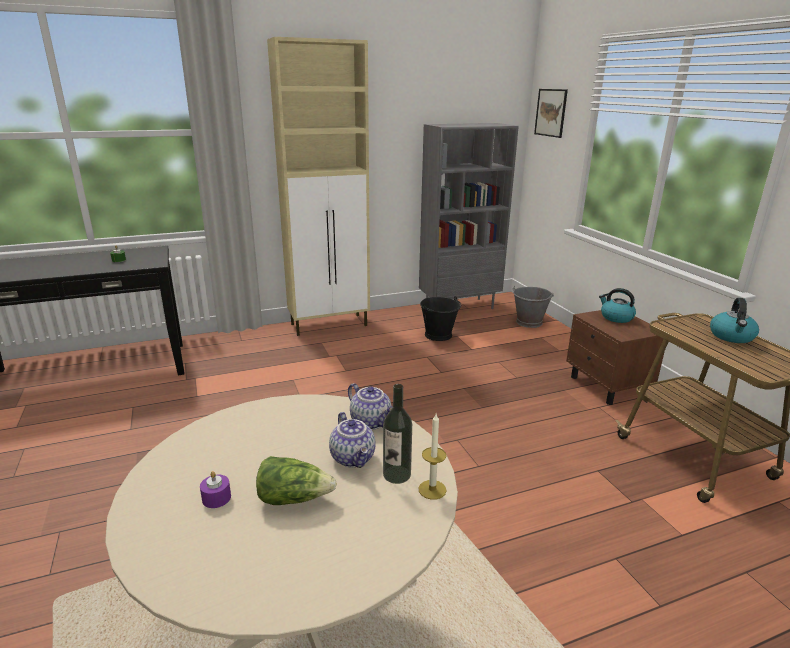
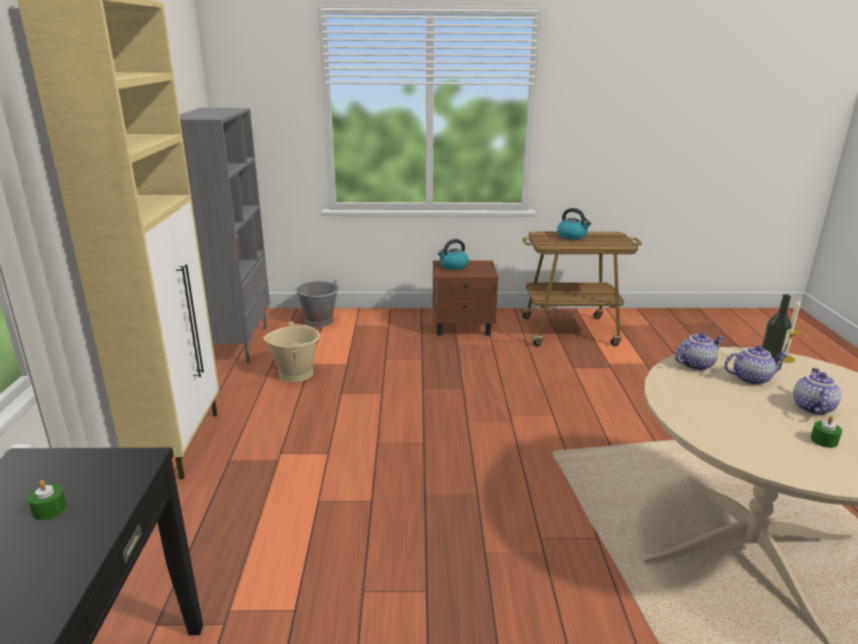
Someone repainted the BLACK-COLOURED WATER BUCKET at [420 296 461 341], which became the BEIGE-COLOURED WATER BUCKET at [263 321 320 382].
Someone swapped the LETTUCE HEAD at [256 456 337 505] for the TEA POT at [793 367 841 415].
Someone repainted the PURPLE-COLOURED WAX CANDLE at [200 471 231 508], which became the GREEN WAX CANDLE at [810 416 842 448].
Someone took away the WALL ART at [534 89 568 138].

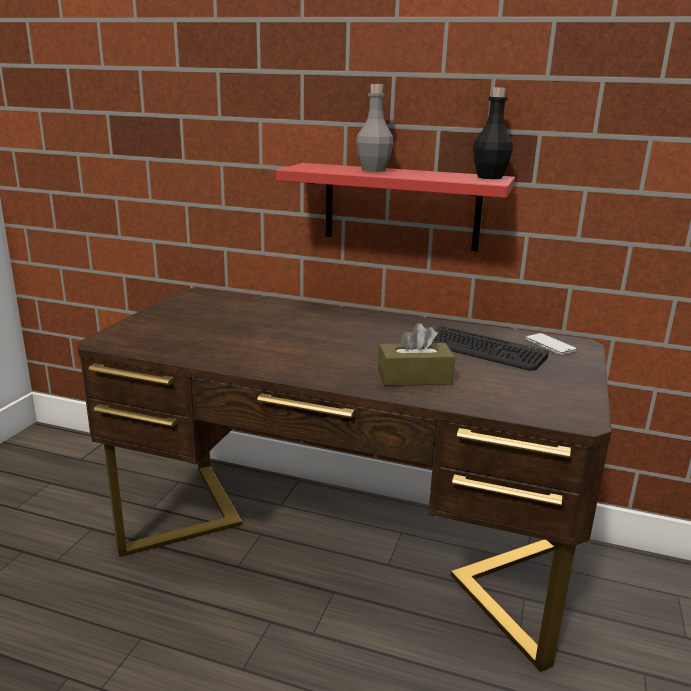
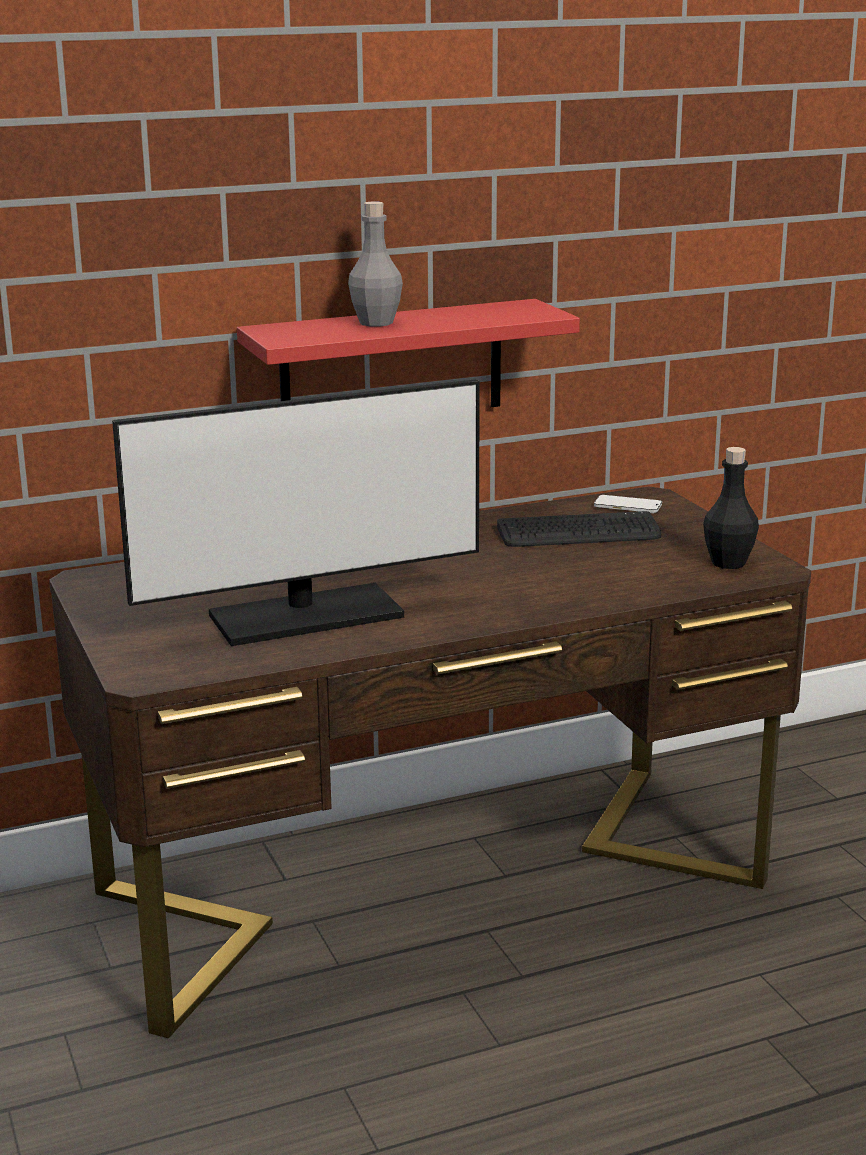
Someone put down the COMPUTER DISPLAY at [112 379 480 646].
Someone carried the BLACK-COLOURED BEVERAGE BOTTLE from [473 87 513 179] to [703 447 759 569].
Someone took away the BROWNISH BOX OF TISSUES at [378 323 455 386].

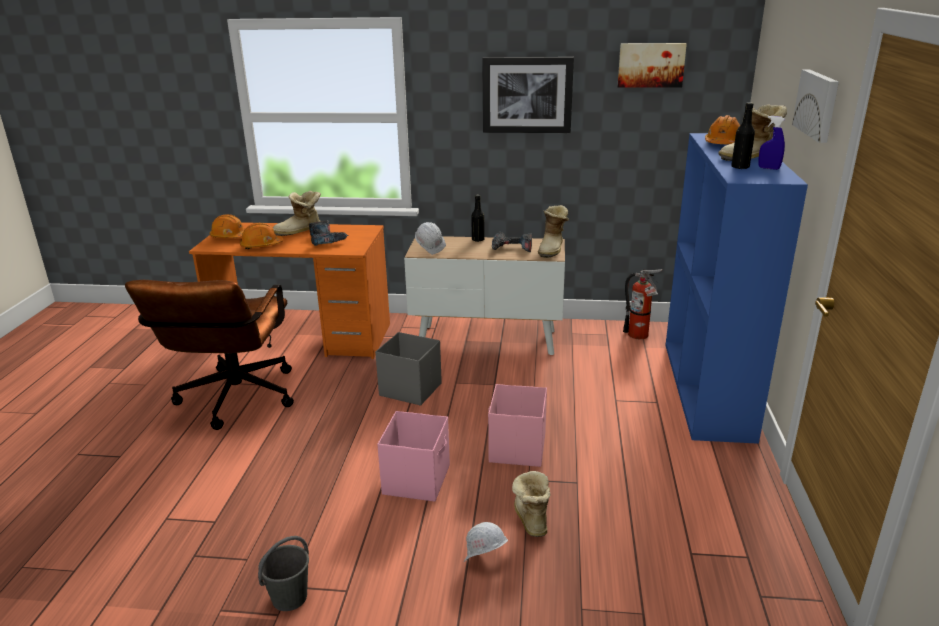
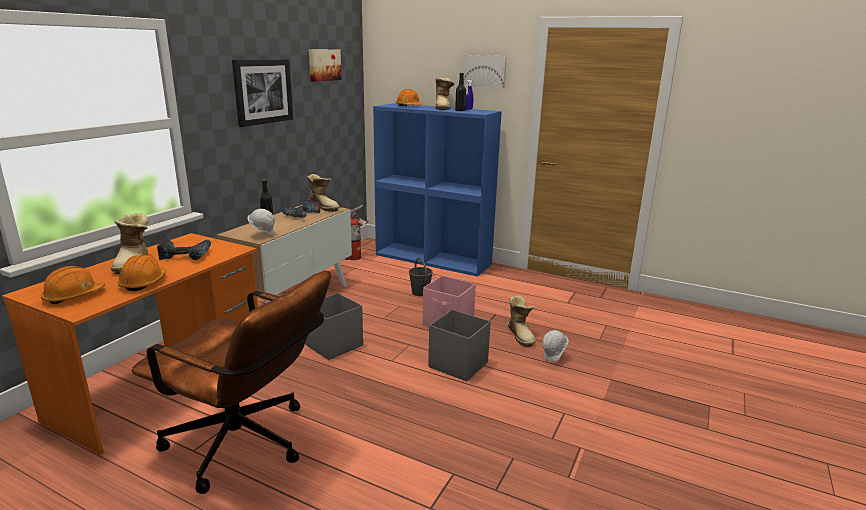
Someone carried the GREY WATER BUCKET from [258 536 309 611] to [409 258 433 296].
Someone repainted the PINKISH STORAGE CONTAINER at [377 411 450 502], which became the GREY STORAGE CONTAINER at [428 309 491 381].
Someone rotated the BOOT at [512 471 550 537] by 120 degrees counterclockwise.

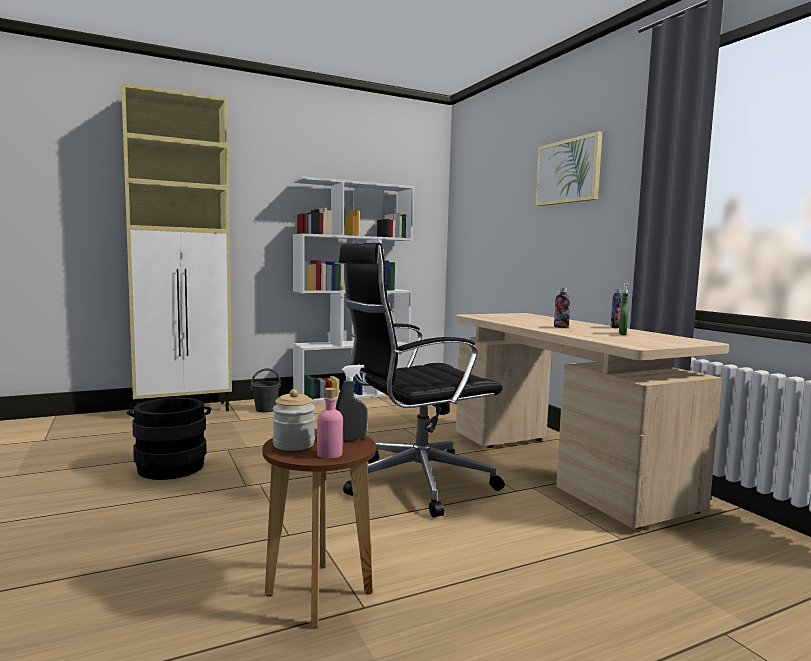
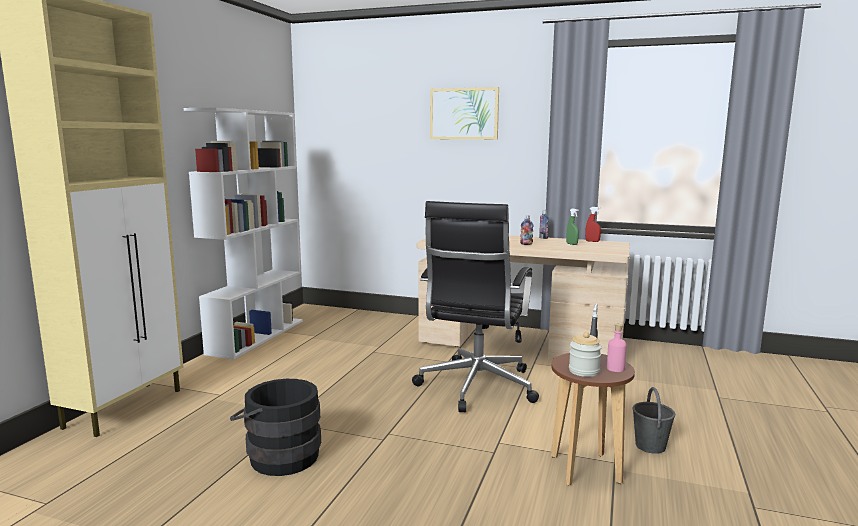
Someone put down the RED-COLOURED SPRAY BOTTLE at [585 207 601 242].
Someone carried the GREY WATER BUCKET from [250 368 281 412] to [632 387 675 454].

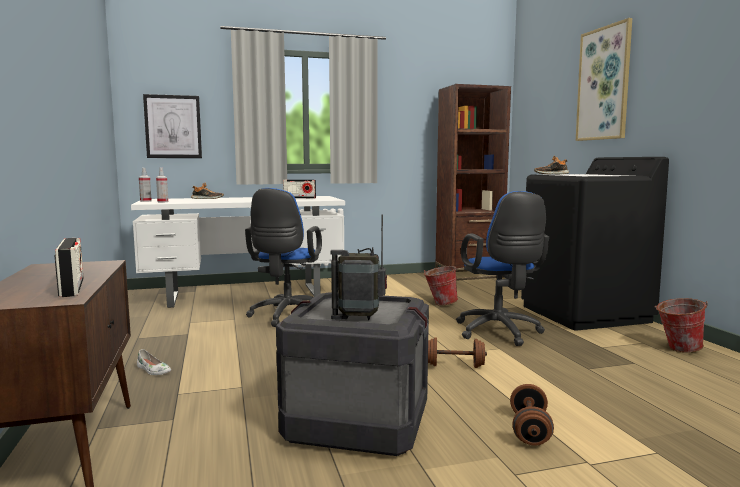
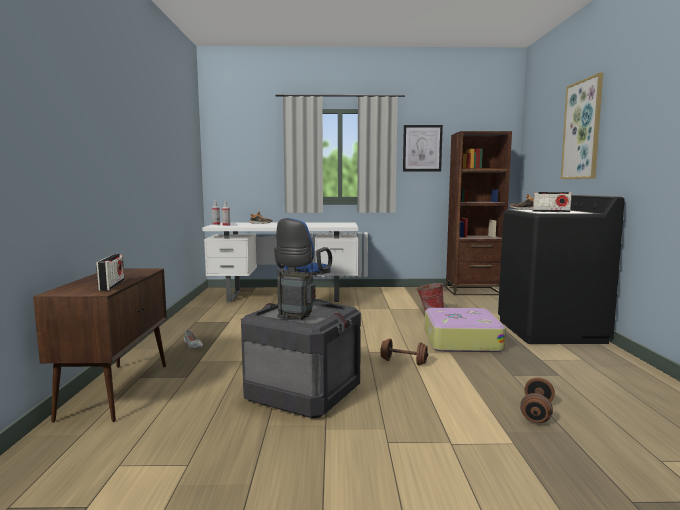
Someone carried the WALL ART from [143 94 202 158] to [403 125 443 172].
Someone swapped the BLUE DESK CHAIR at [456 191 549 346] for the PIECE OF LUGGAGE at [425 308 506 352].
Someone carried the BROWNISH HAND WEIGHT from [510 384 554 446] to [520 378 555 423].
Someone carried the RADIO from [283 180 316 198] to [533 192 572 212].
Someone took away the WATER BUCKET at [655 298 708 353].

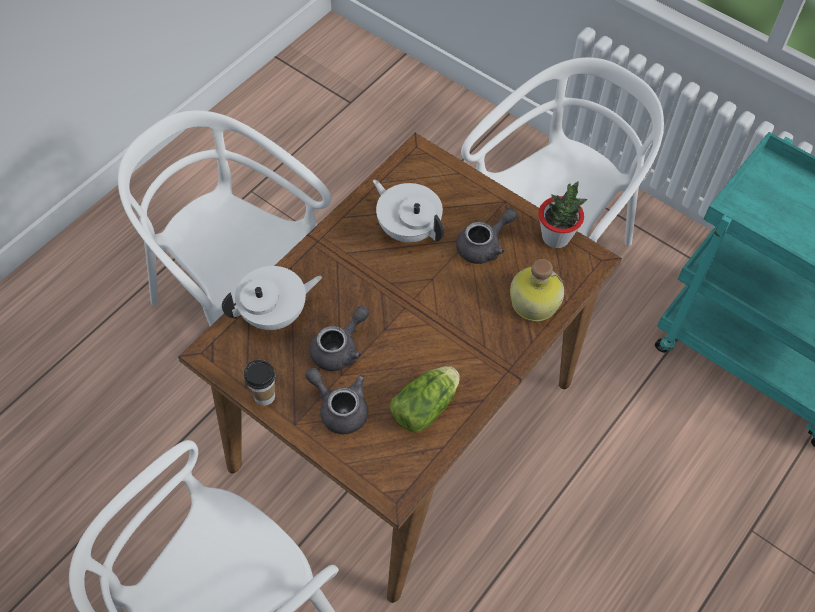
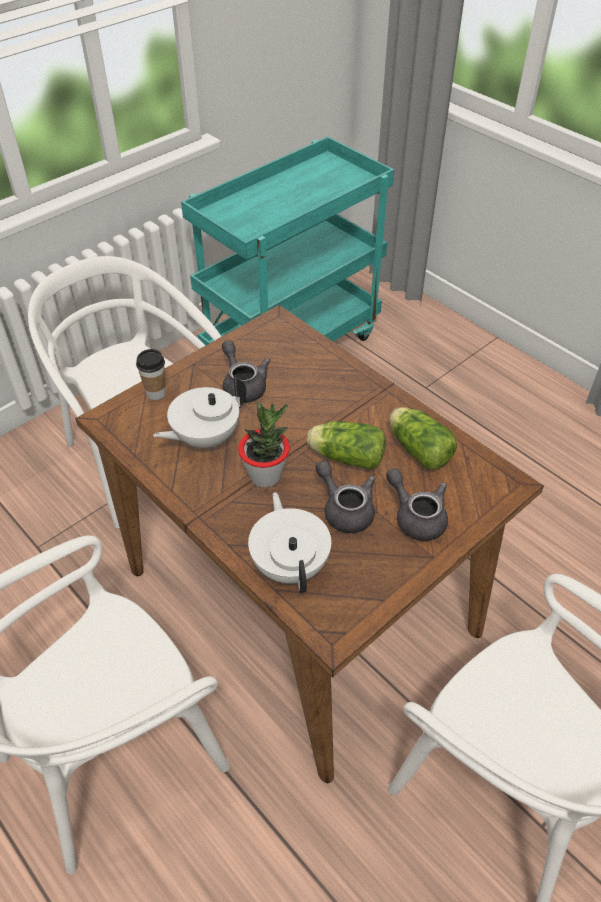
Someone carried the CUP from [244 360 275 406] to [136 349 166 400].
Someone carried the POTTED PLANT from [538 181 588 248] to [238 402 290 488].
Someone put down the LETTUCE HEAD at [307 421 385 470].
Someone rotated the GREY TEA POT at [305 368 368 434] by 90 degrees clockwise.
Someone took away the BEVERAGE BOTTLE at [510 259 564 321].

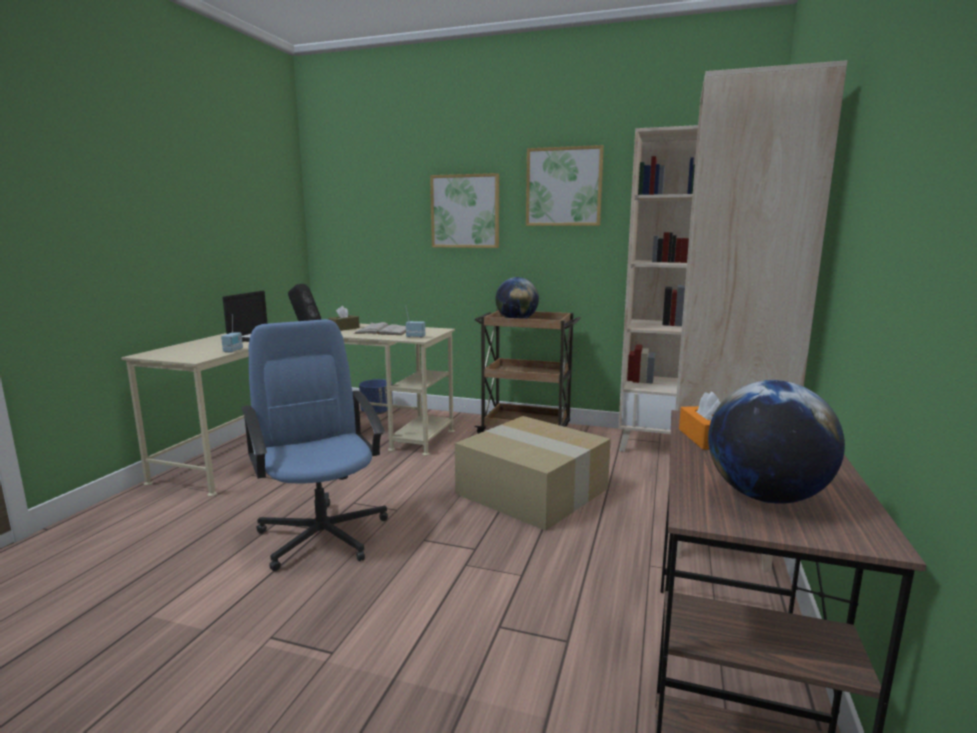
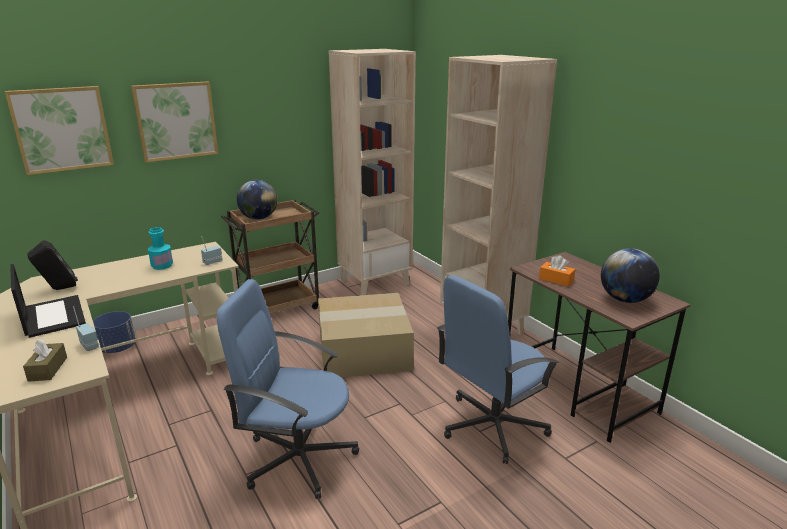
Someone carried the WALL ART from [526 145 604 226] to [5 86 114 175].
Someone carried the BROWNISH BOX OF TISSUES from [328 306 359 331] to [23 339 67 382].
Someone swapped the WHITISH BOOK at [354 322 406 335] for the TURQUOISE-COLOURED BEVERAGE BOTTLE at [148 227 173 270].
Someone put down the BLUE DESK CHAIR at [437 275 559 464].

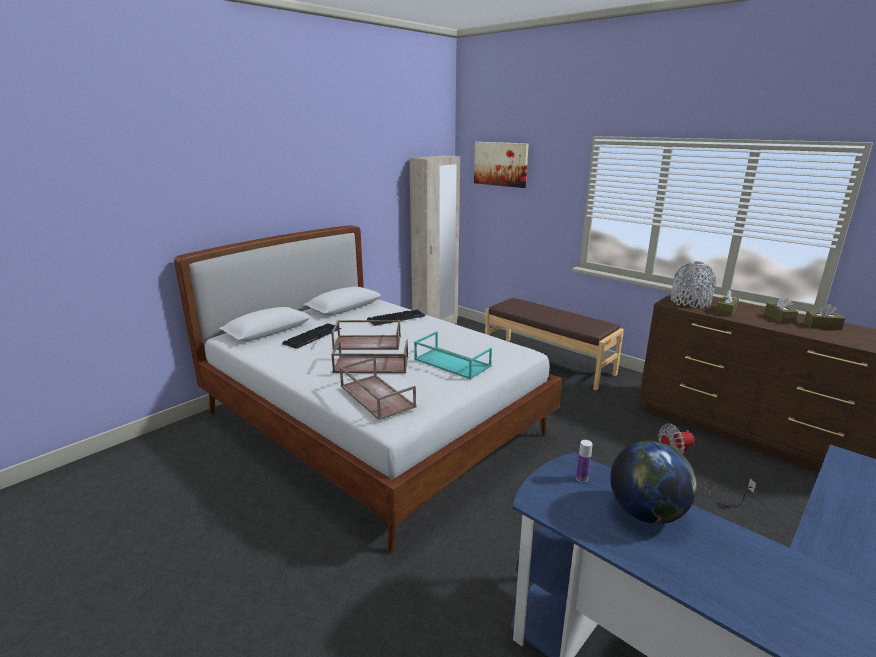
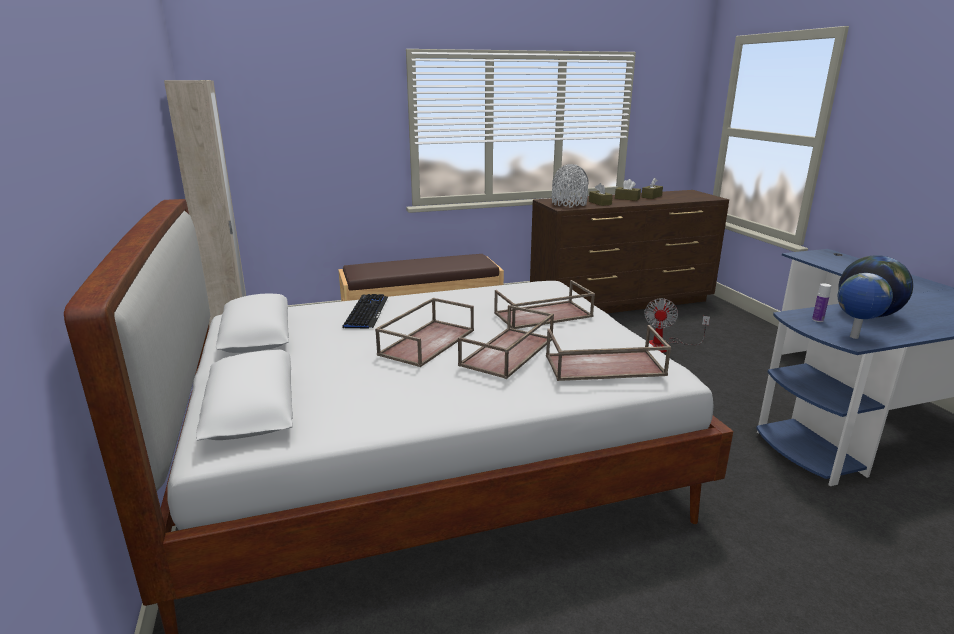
Someone repainted the TURQUOISE-COLOURED CARRYING TRAY at [414 331 492 379], which became the BROWNISH CARRYING TRAY at [494 280 595 329].
Someone put down the DESK GLOBE at [838 273 893 339].
Someone took away the KEYBOARD at [282 323 341 349].
Someone took away the WALL ART at [474 142 529 188].

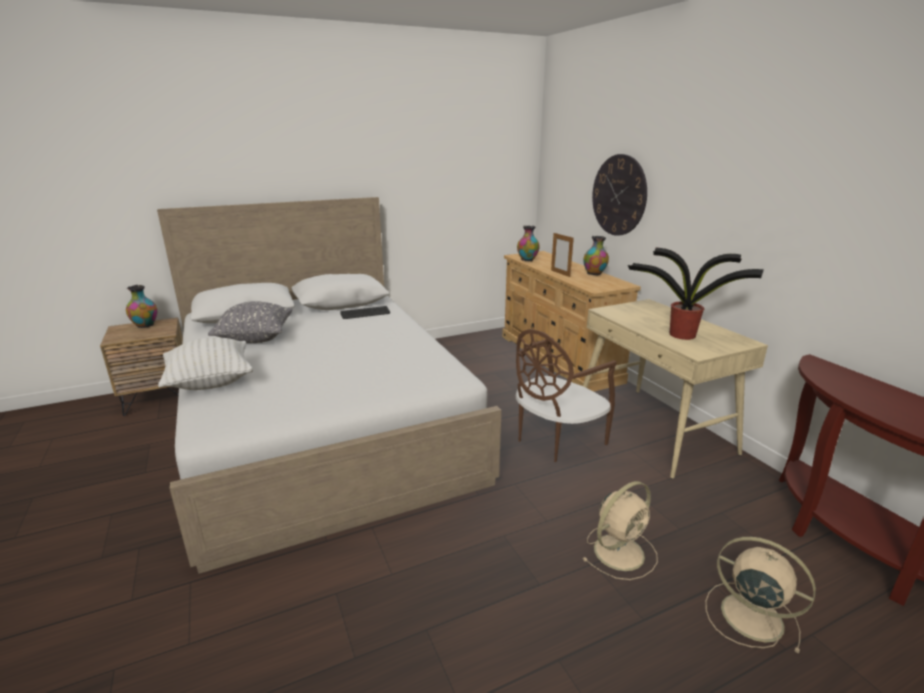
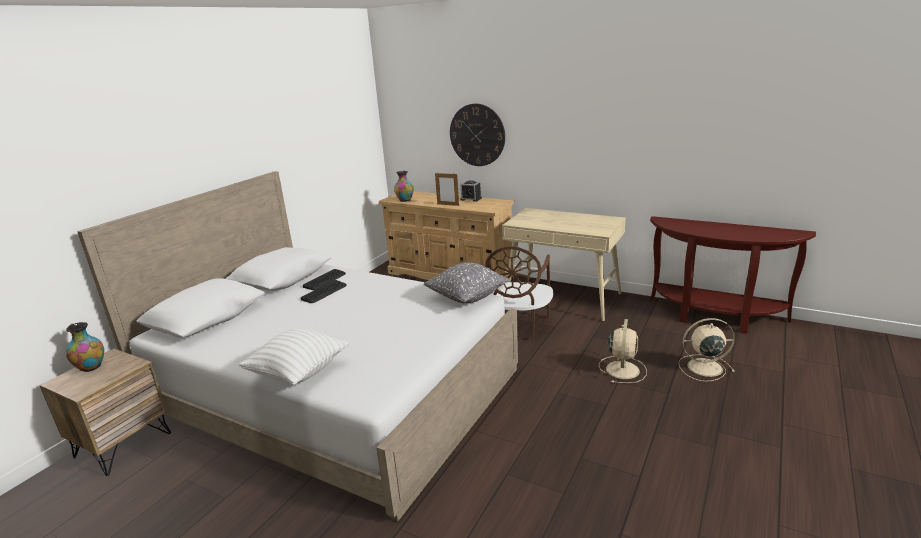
Someone put down the KEYBOARD at [301 280 347 303].
Someone carried the GREY PILLOW from [208 301 292 343] to [423 262 509 304].
Someone swapped the FLOWER VASE at [583 236 609 275] for the BEDSIDE CLOCK at [460 180 482 202].
Someone took away the POTTED PLANT at [628 248 764 340].

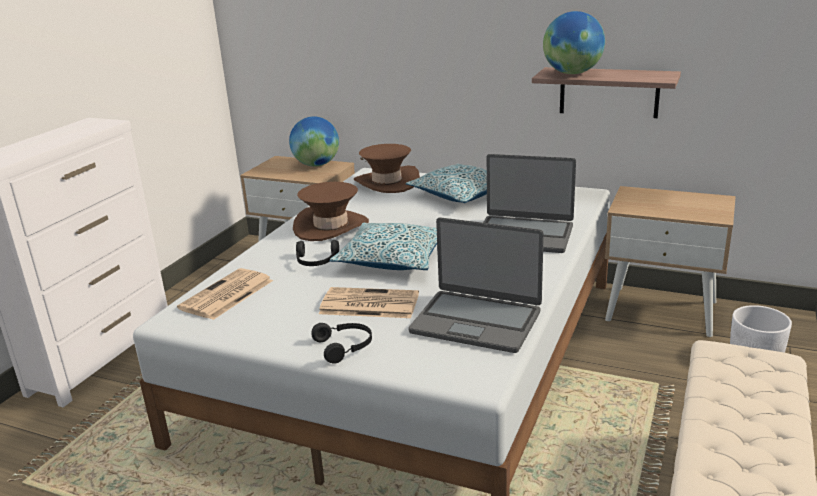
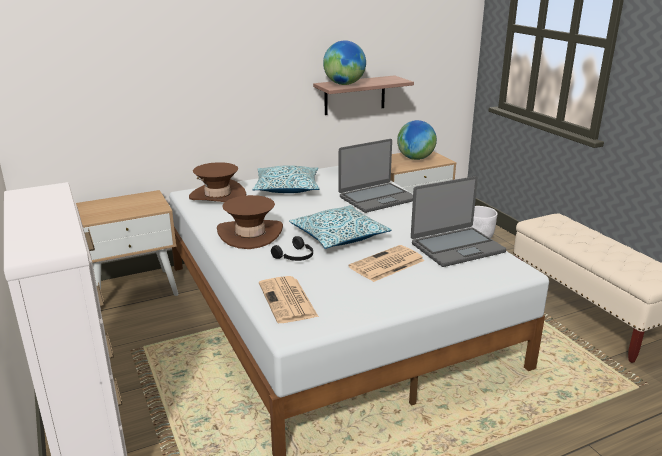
Someone carried the DESK GLOBE from [289 116 339 167] to [397 120 437 160].
Someone took away the BLACK-COLOURED PAIR OF HEADPHONES at [311 323 372 364].

